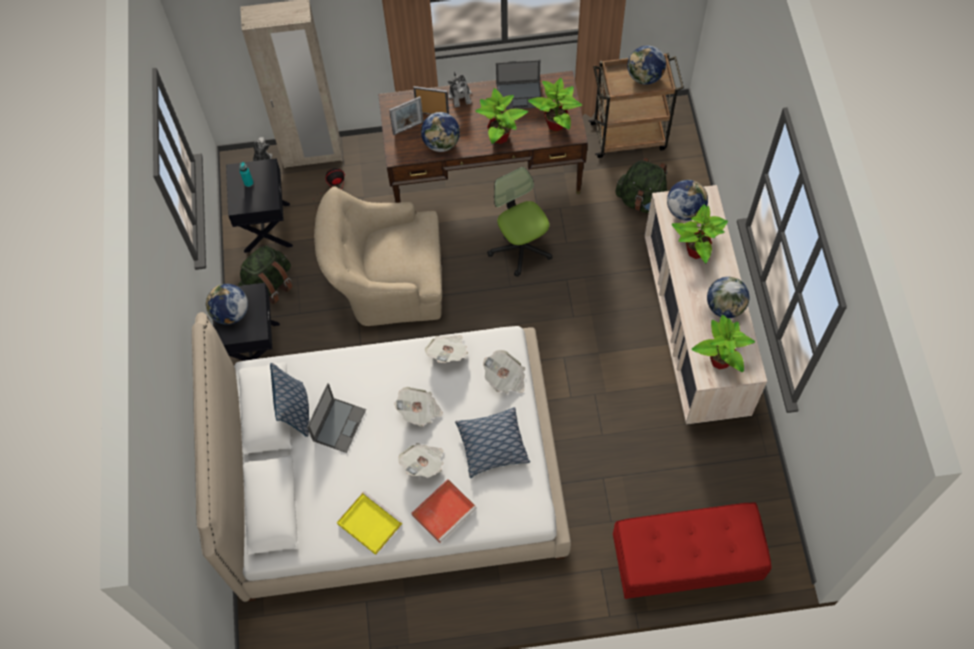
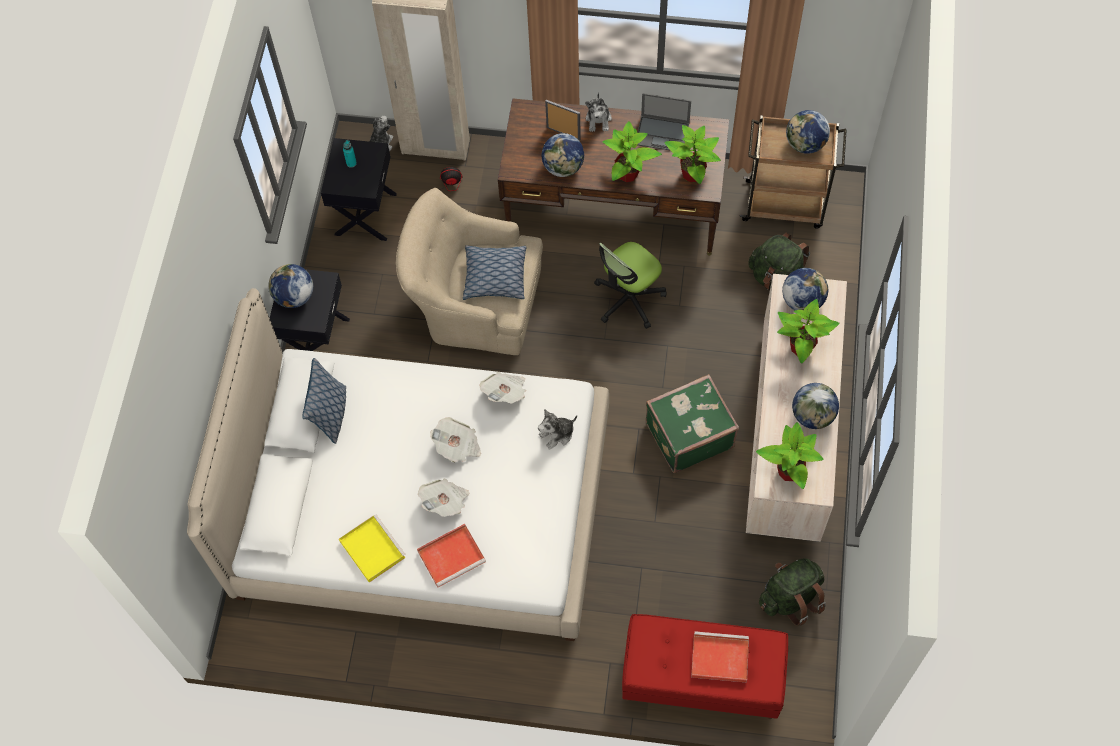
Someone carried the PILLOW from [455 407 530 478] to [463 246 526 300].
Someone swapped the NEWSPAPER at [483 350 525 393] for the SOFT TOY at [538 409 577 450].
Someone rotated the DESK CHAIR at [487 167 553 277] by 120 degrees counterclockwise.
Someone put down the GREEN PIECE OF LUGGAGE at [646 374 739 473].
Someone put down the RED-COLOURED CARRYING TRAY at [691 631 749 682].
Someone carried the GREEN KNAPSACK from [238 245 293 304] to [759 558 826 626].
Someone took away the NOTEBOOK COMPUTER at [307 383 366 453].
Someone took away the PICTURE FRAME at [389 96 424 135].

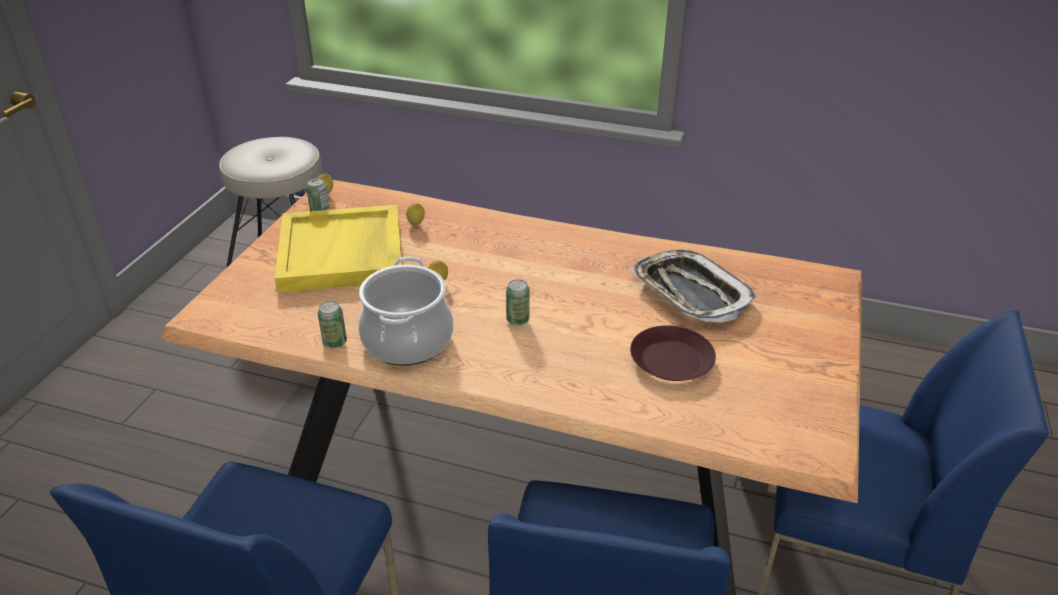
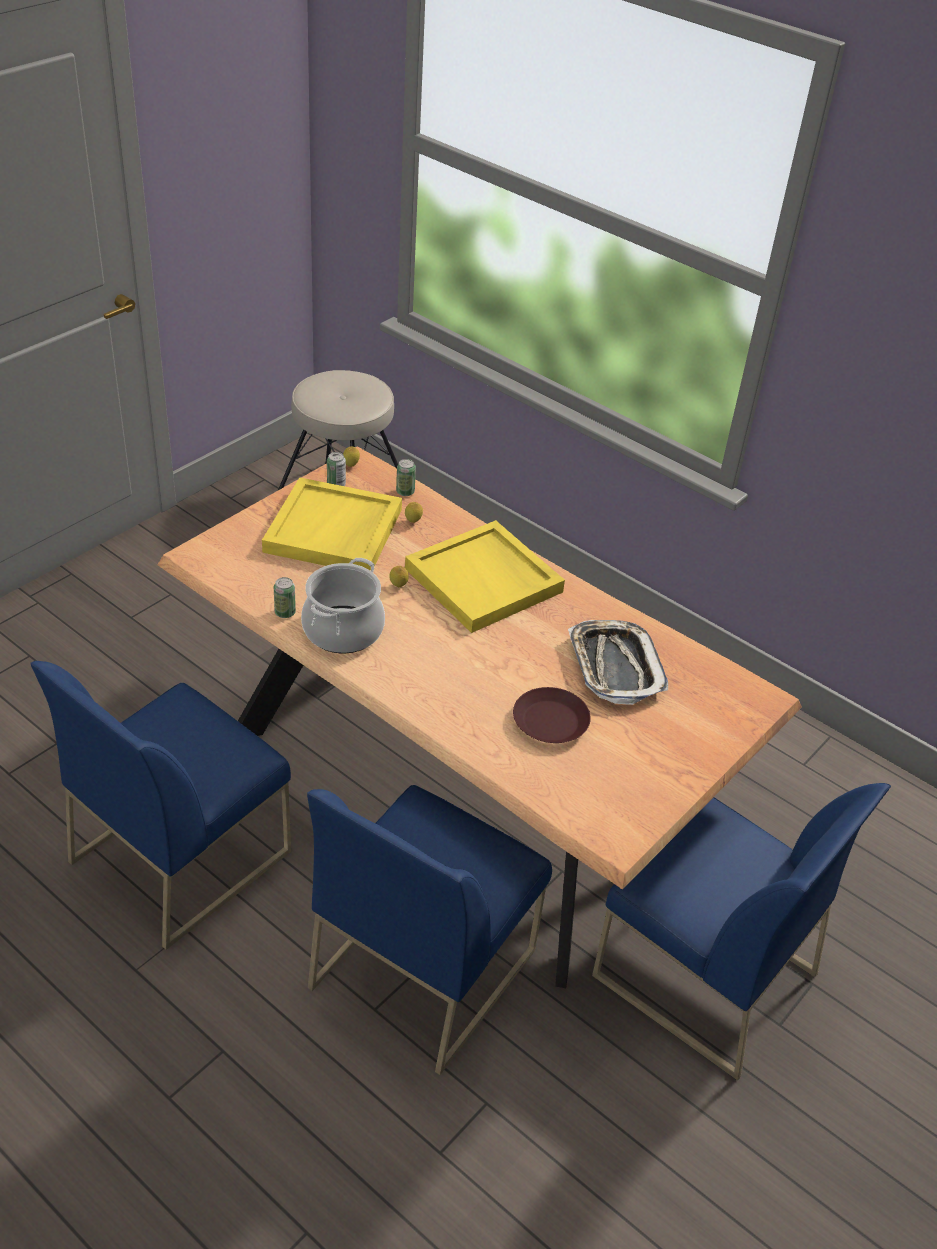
Someone carried the SEALED CAN from [506 279 530 325] to [396 459 416 496].
Someone put down the YELLOWISH CARRYING TRAY at [405 520 565 633].

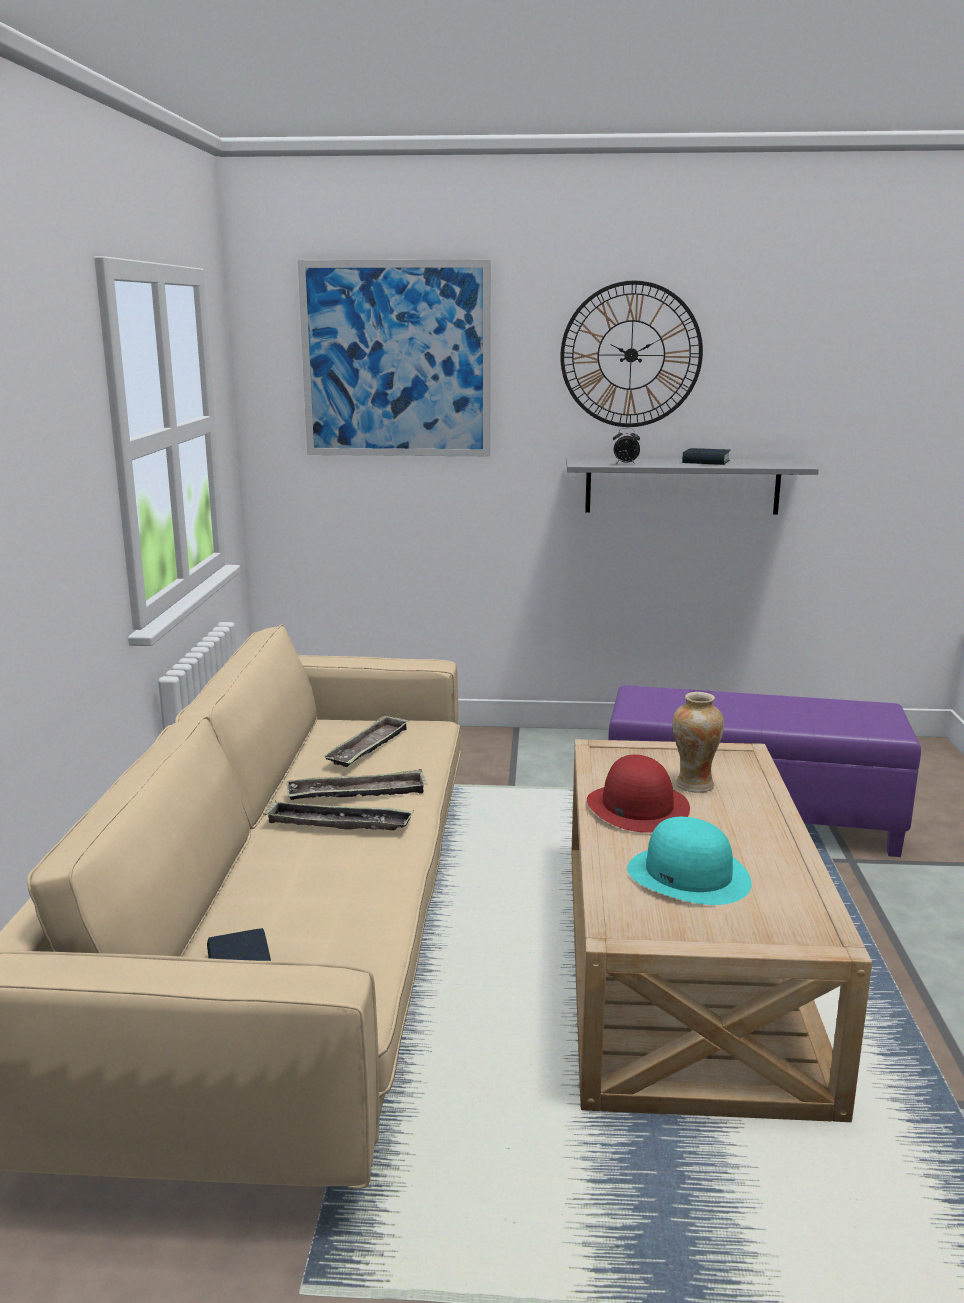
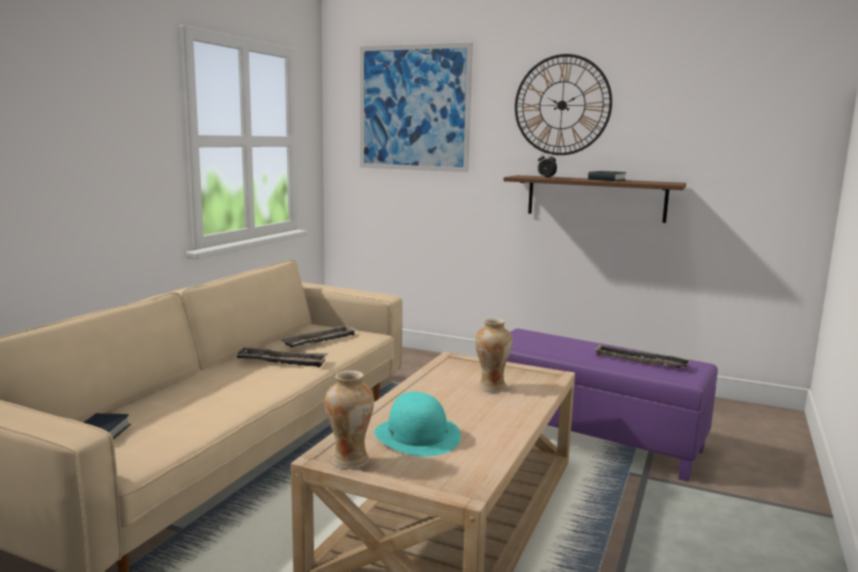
Someone put down the FLOWER VASE at [325 370 374 469].
Someone repainted the GREY WALL SHELF at [566 458 819 515], which became the BROWNISH WALL SHELF at [504 175 686 223].
Someone carried the CARRYING TRAY from [263 801 414 830] to [594 345 691 368].
Someone took away the RED-COLOURED CLOTHING HAT at [587 755 690 833].

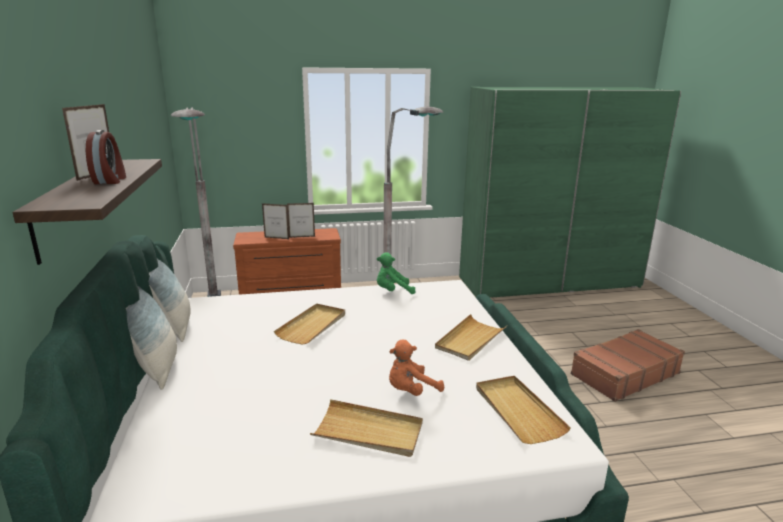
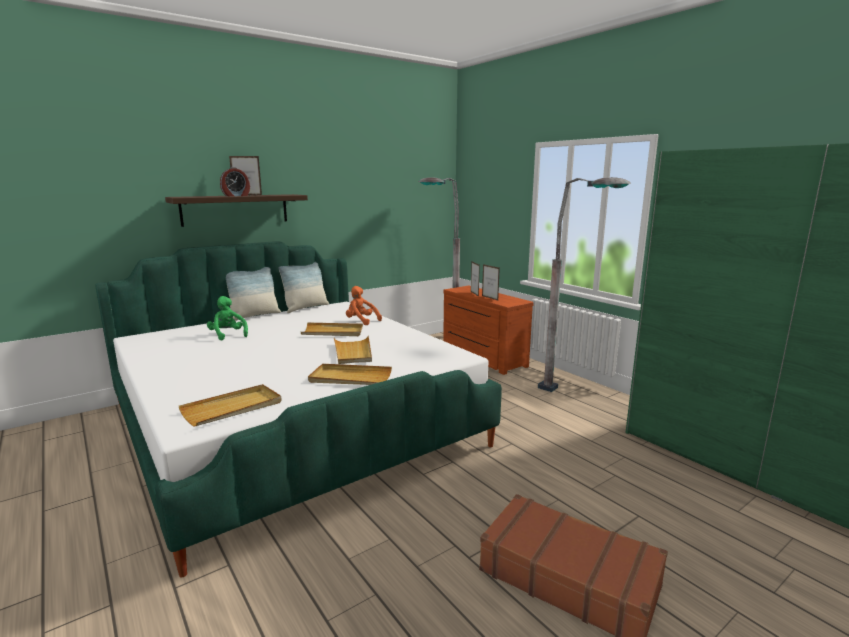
Someone carried the GREEN SOFT TOY from [377 252 415 294] to [207 296 248 340].
Someone carried the BEIGE-COLOURED CARRYING TRAY from [310 399 423 457] to [334 335 372 364].
Someone carried the ORANGE-COLOURED SOFT TOY from [389 340 444 396] to [346 286 382 325].

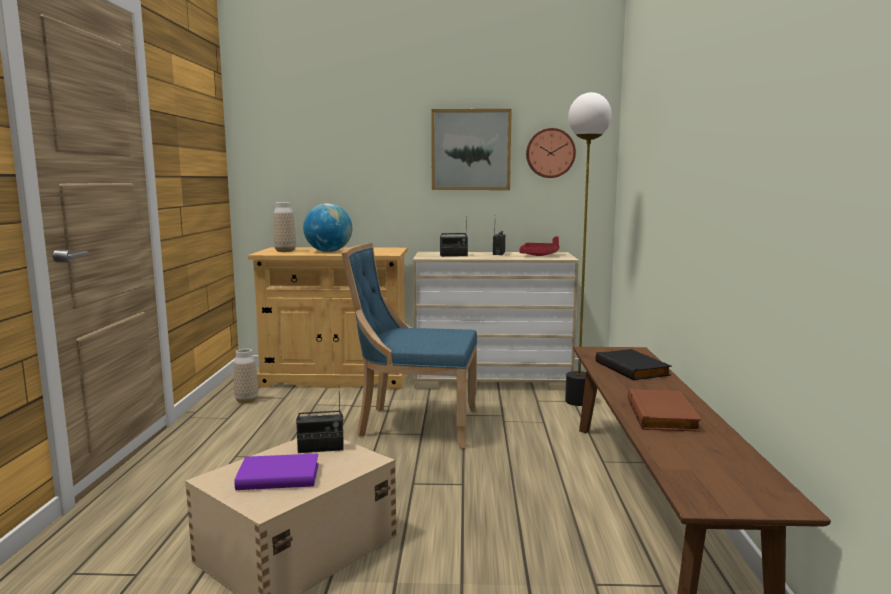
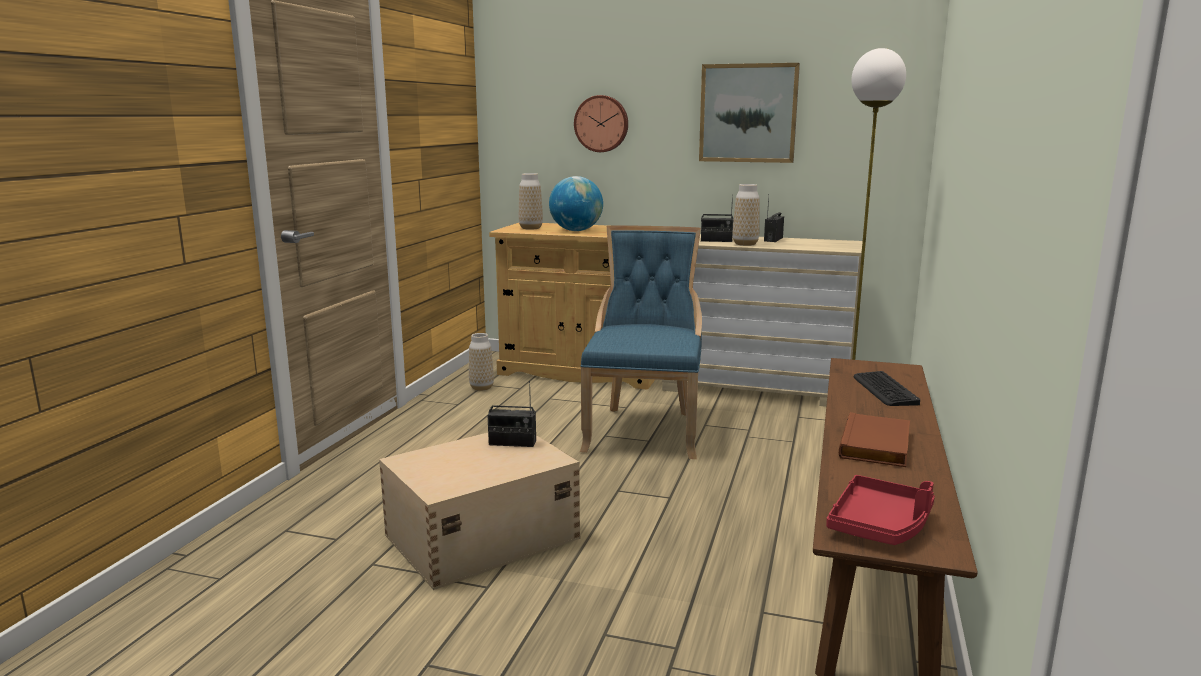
Someone carried the CLOCK ON THE WALL from [526 128 576 178] to [574 95 628 152].
Someone rotated the BLUE UPRIGHT CHAIR at [342 243 477 448] by 75 degrees clockwise.
Someone put down the FLOWER VASE at [733 184 760 246].
Someone carried the RED-COLOURED CARRYING TRAY from [519 236 560 256] to [826 475 935 545].
Someone swapped the BLACK-COLOURED BOOK at [596 349 671 380] for the KEYBOARD at [854 371 920 406].
Someone took away the PURPLE-COLOURED BOOK at [235 454 319 490].

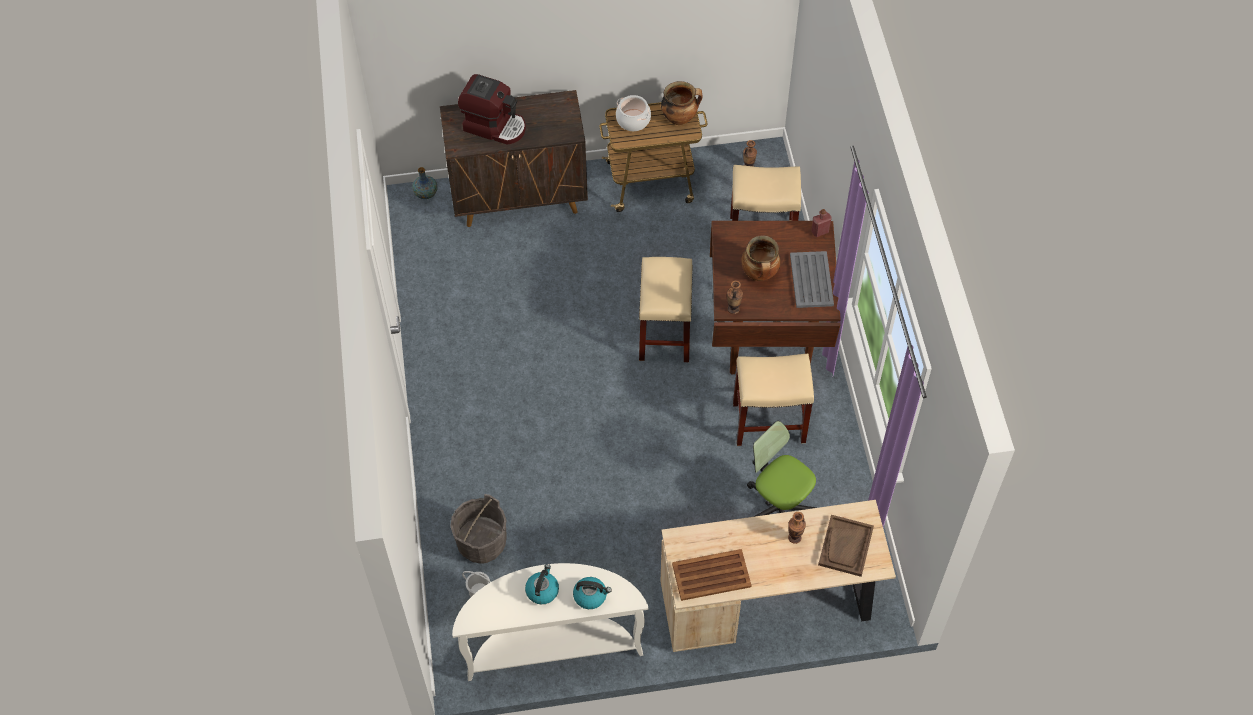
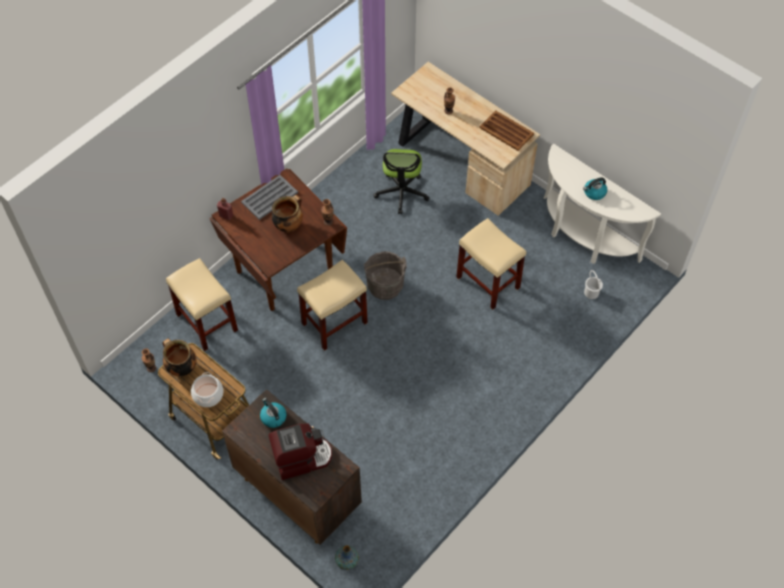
Someone carried the TEA KETTLE from [573 577 612 609] to [260 398 287 428].
Someone rotated the COFFEE MAKER at [458 74 526 145] by 90 degrees clockwise.
Someone carried the GREY WATER BUCKET from [450 494 507 564] to [364 251 407 300].
Someone carried the BEIGE-COLOURED STOOL from [733 354 814 446] to [456 218 526 310].
Someone took away the BROWNISH CARRYING TRAY at [818 515 874 577].

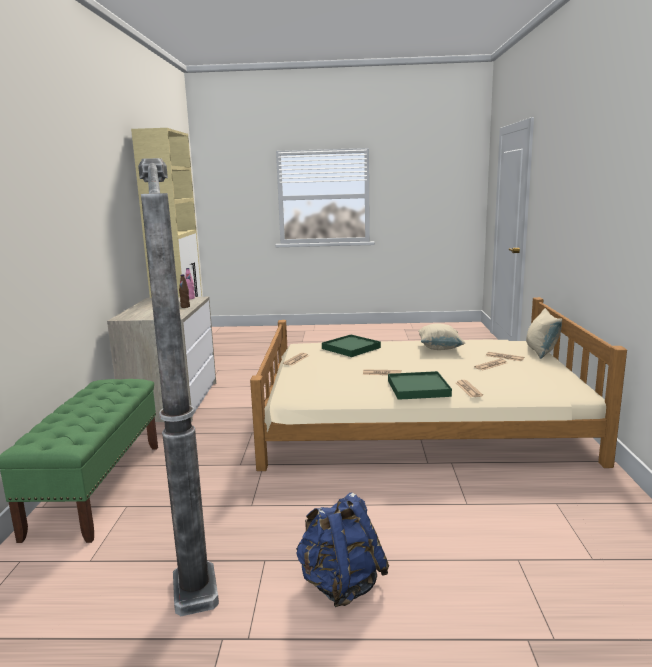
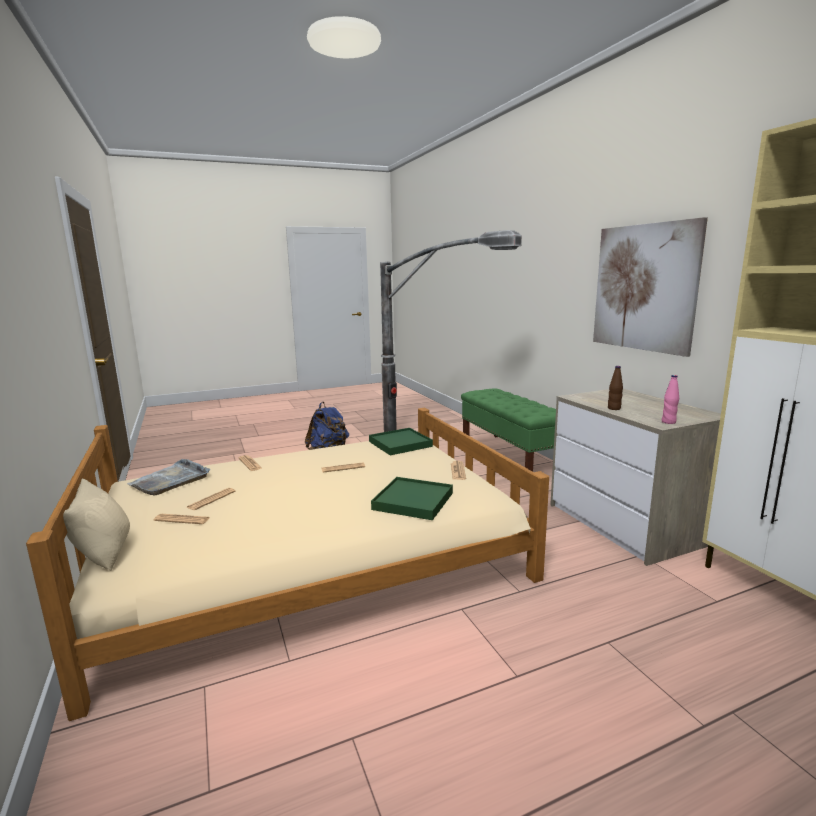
Someone put down the GREY CARRYING TRAY at [127 459 210 496].
Someone carried the GREEN CARRYING TRAY from [388 371 452 400] to [369 428 433 455].
Someone put up the WALL ART at [593 217 708 357].
Someone took away the BEIGE-COLOURED PILLOW at [418 323 466 350].

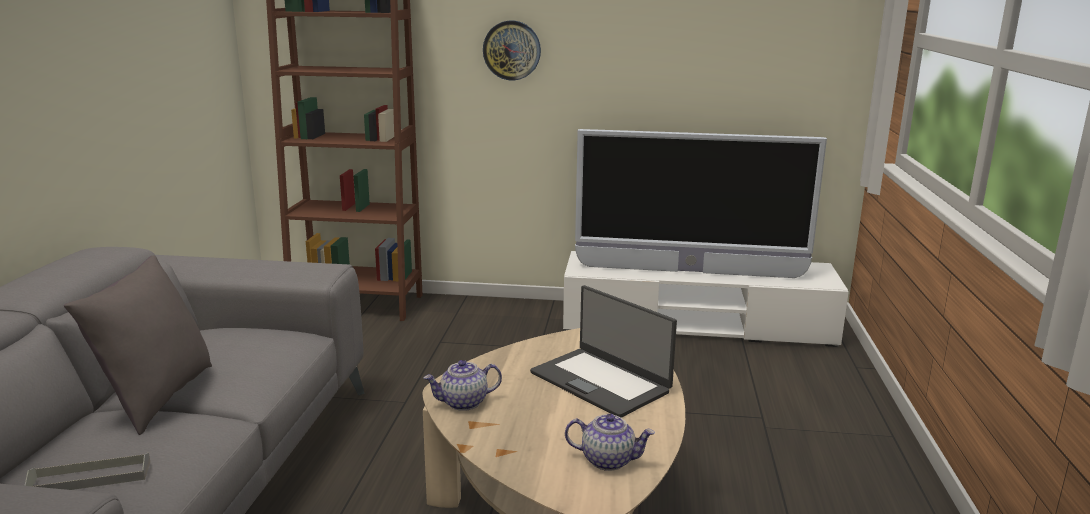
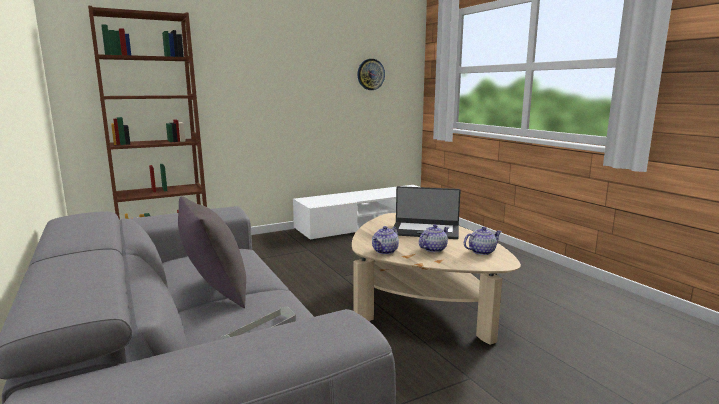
Someone carried the CLOCK ON THE WALL from [483 21 541 80] to [357 59 385 90].
Someone put down the TEA POT at [419 225 449 253].
Someone took away the TV SET at [575 129 827 278].

